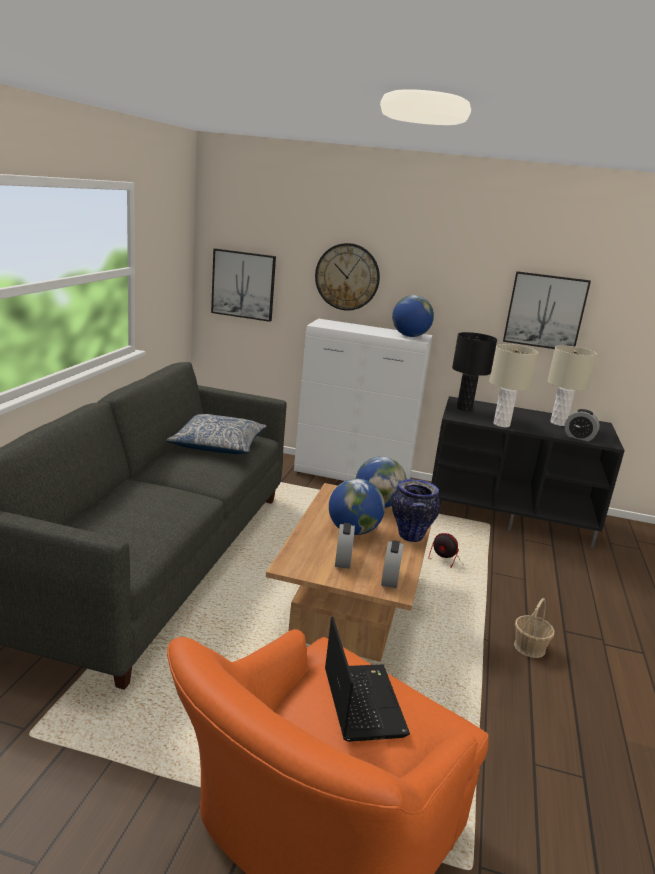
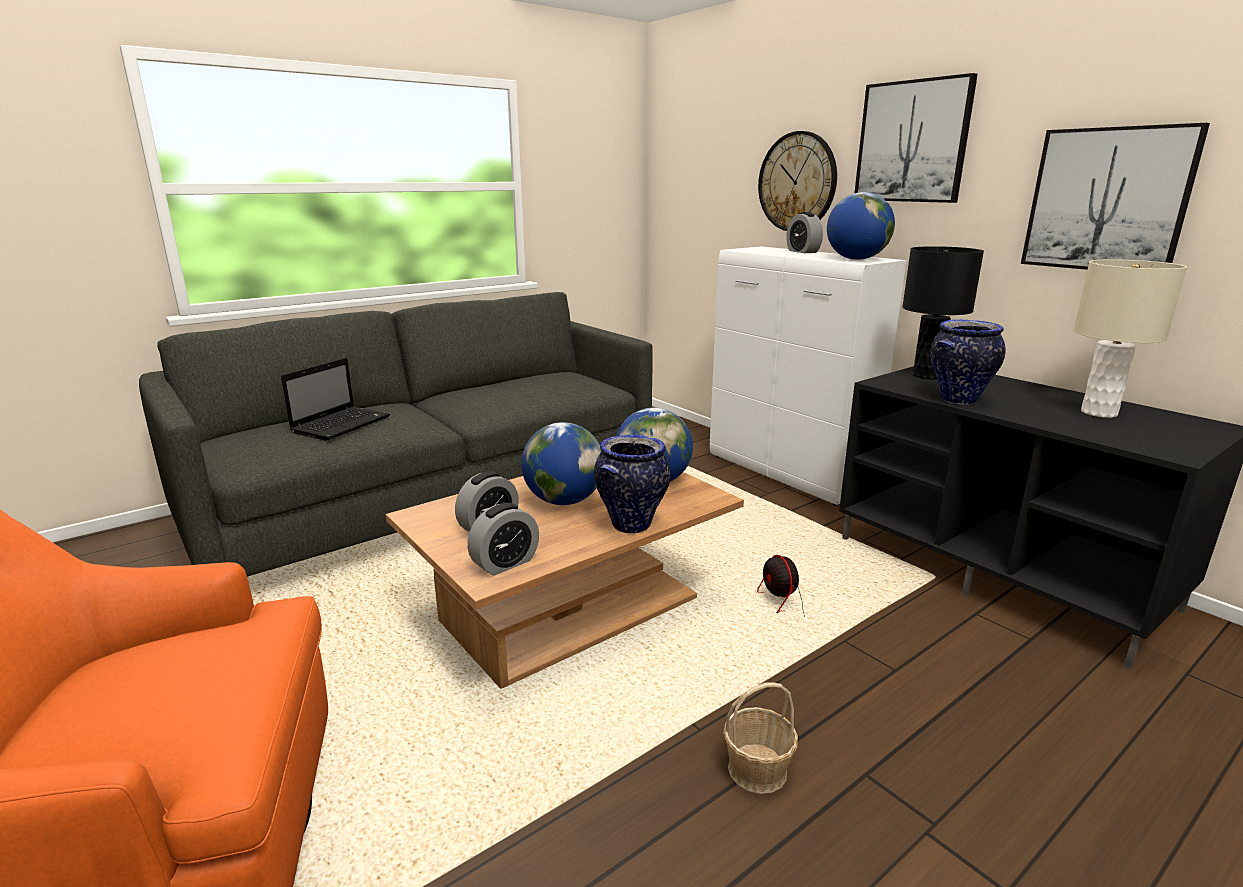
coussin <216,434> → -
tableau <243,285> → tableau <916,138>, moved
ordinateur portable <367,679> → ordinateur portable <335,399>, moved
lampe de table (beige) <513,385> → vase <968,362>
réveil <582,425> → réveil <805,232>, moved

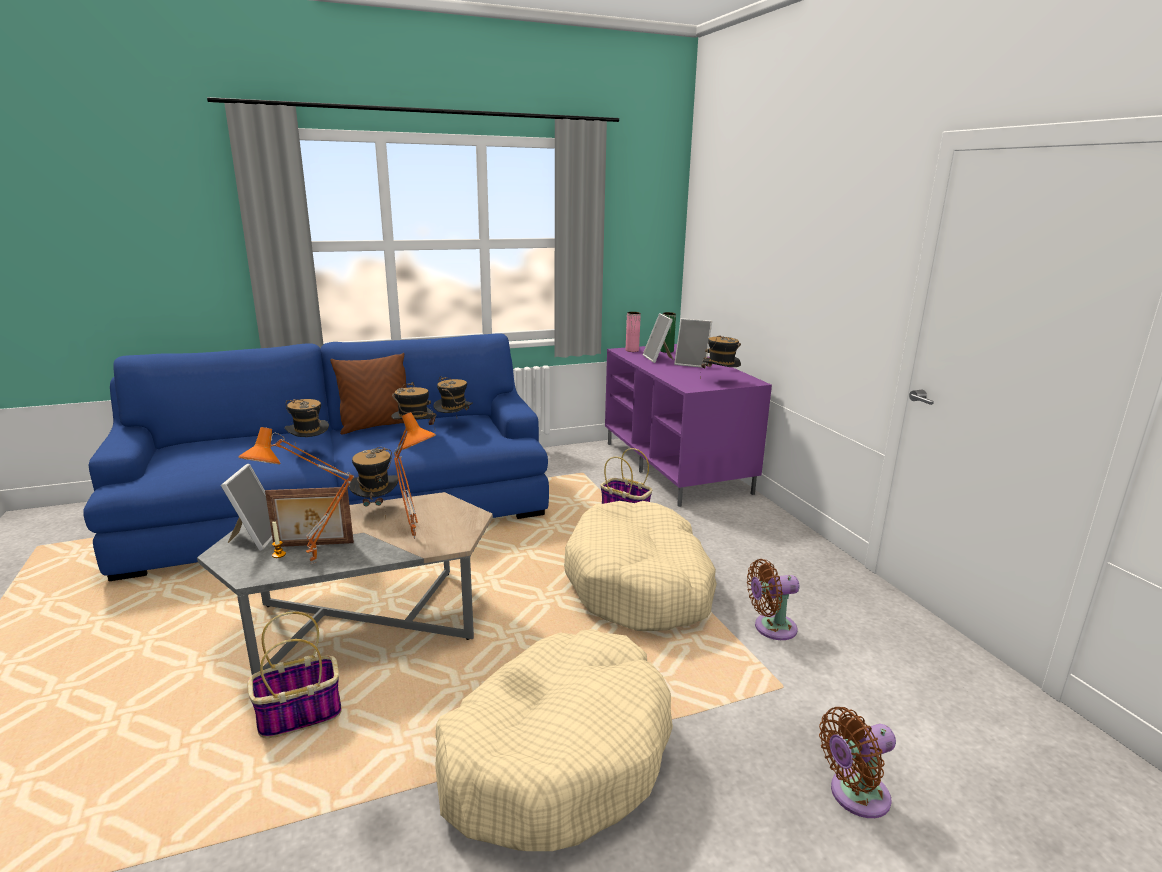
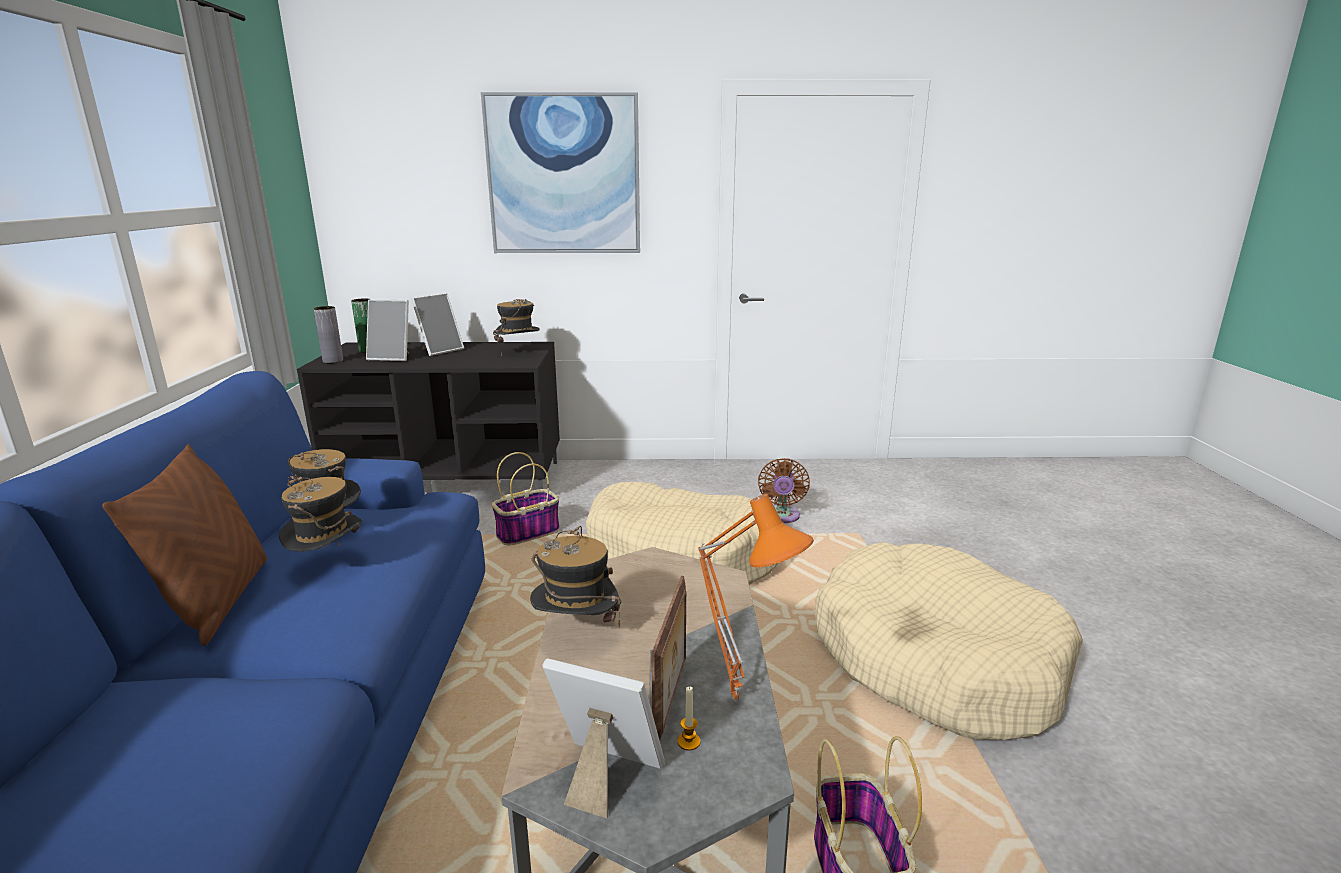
chapeau <306,422> → -
lampe de table (orange) <415,475> → -
meuble télé (violet) <688,425> → meuble télé (noir) <428,417>
vase (rose) <633,332> → vase (gris) <328,334>
ventilateur (marron) <857,762> → -
- → tableau <560,172>

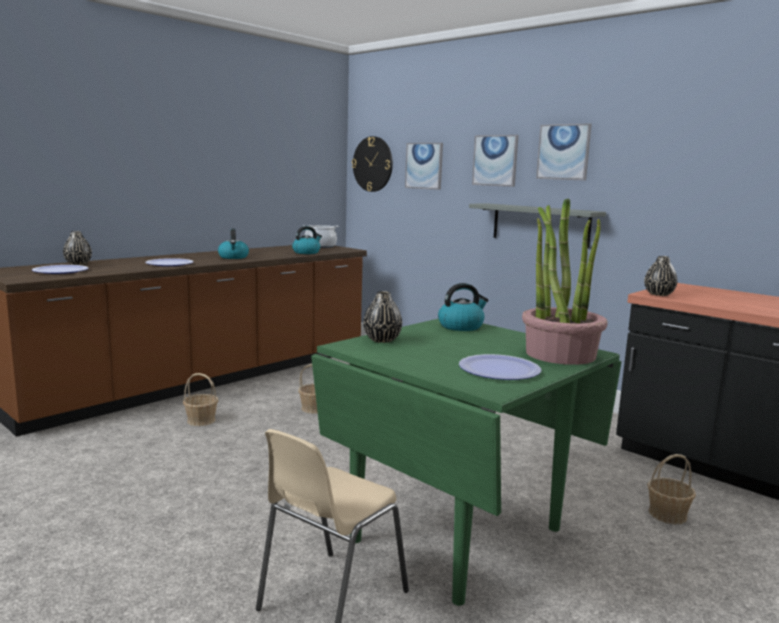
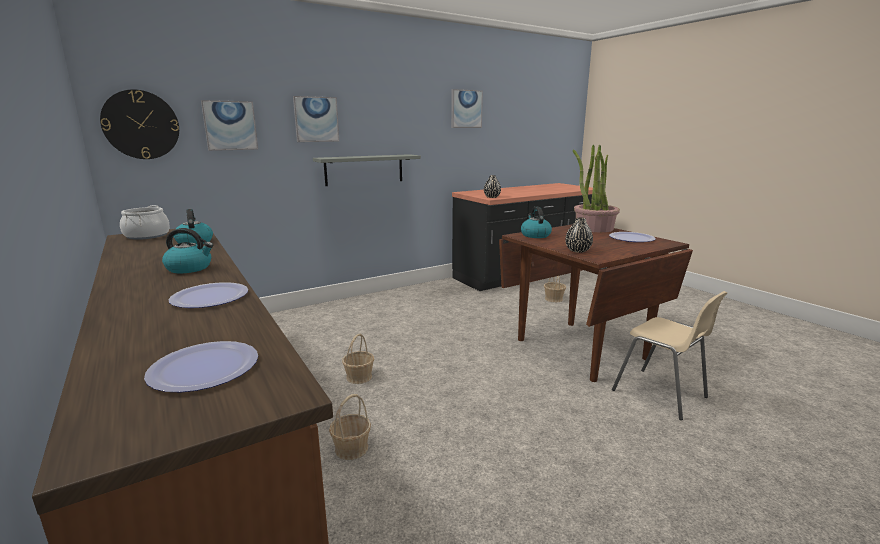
vase (noir) <77,248> → -
table à manger (vert) <466,462> → table à manger (marron) <596,303>
tableau <564,152> → tableau <467,108>, moved

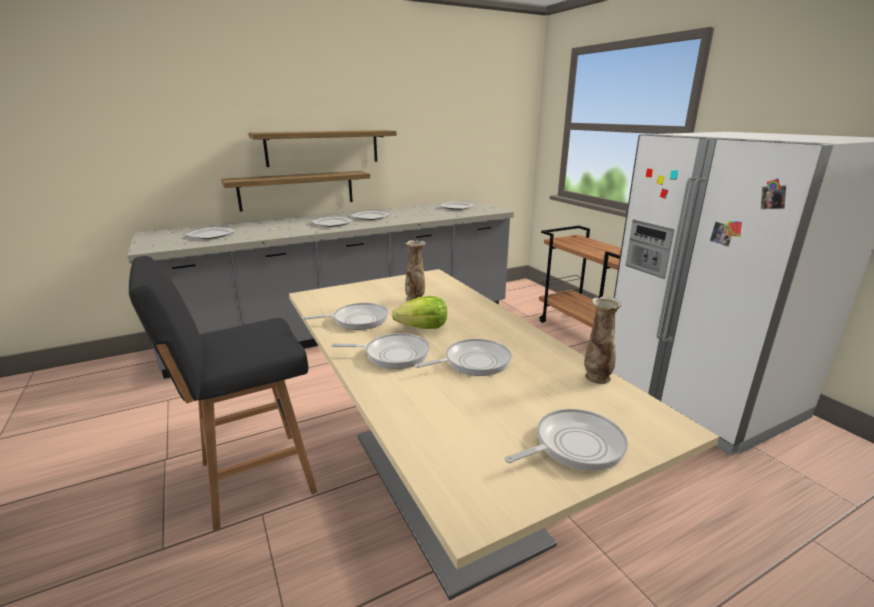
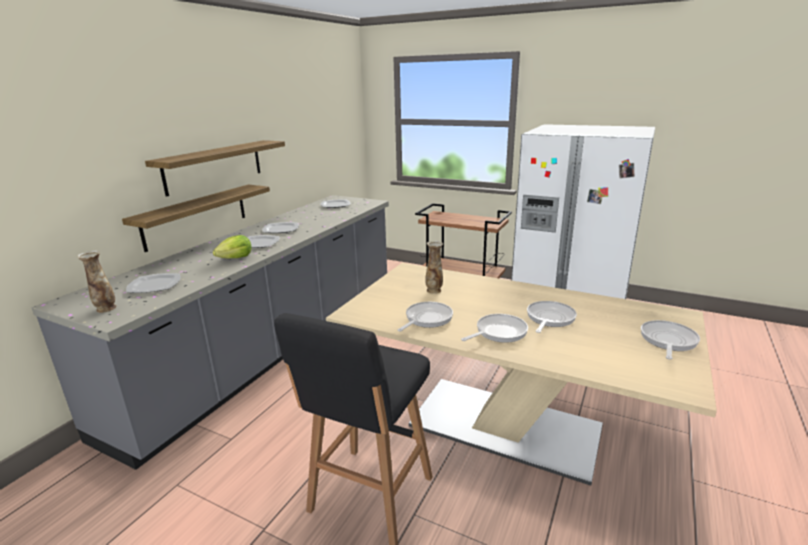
laitue <419,312> → laitue <232,246>, moved
vase <603,340> → vase <96,281>, moved

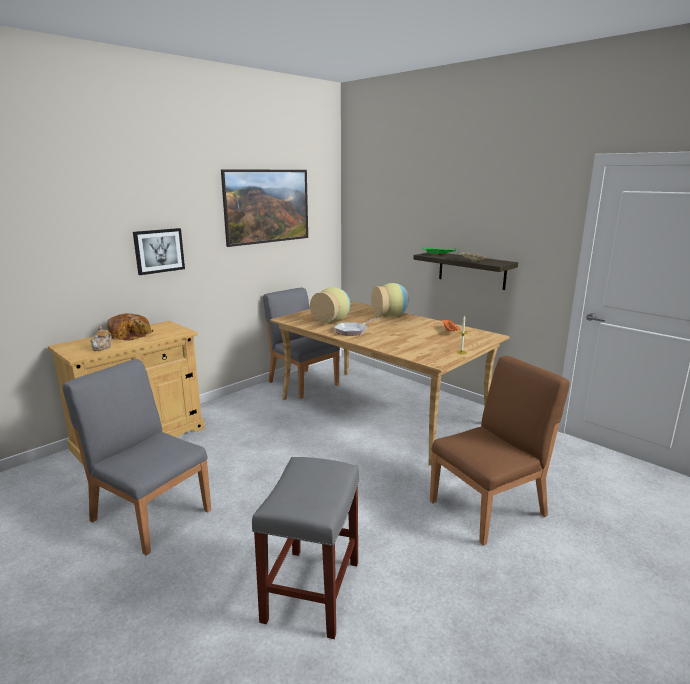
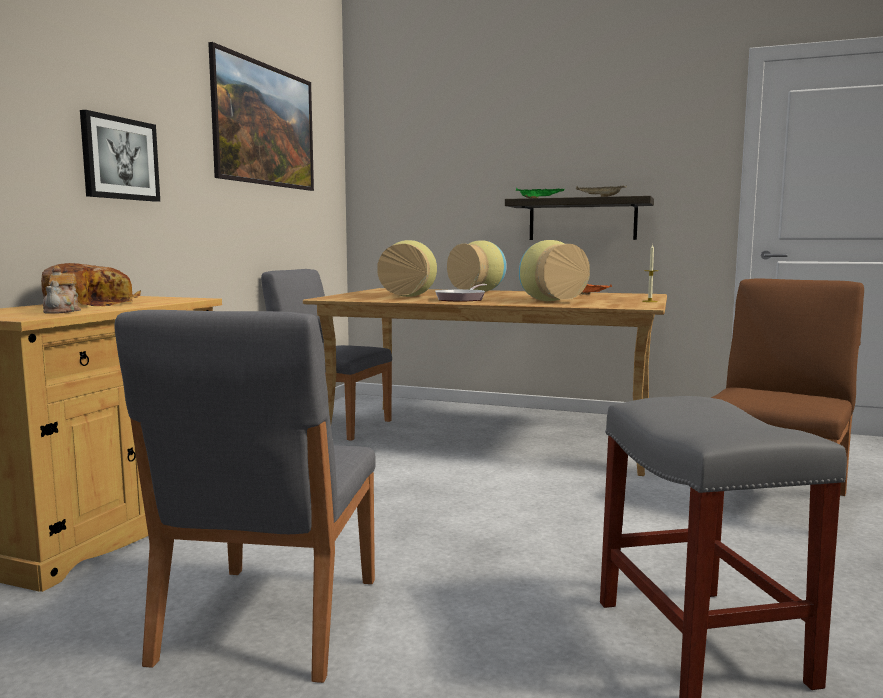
chaise (gris) <137,457> → chaise (gris) <245,496>, 90 degrees counterclockwise
- → vase <554,270>

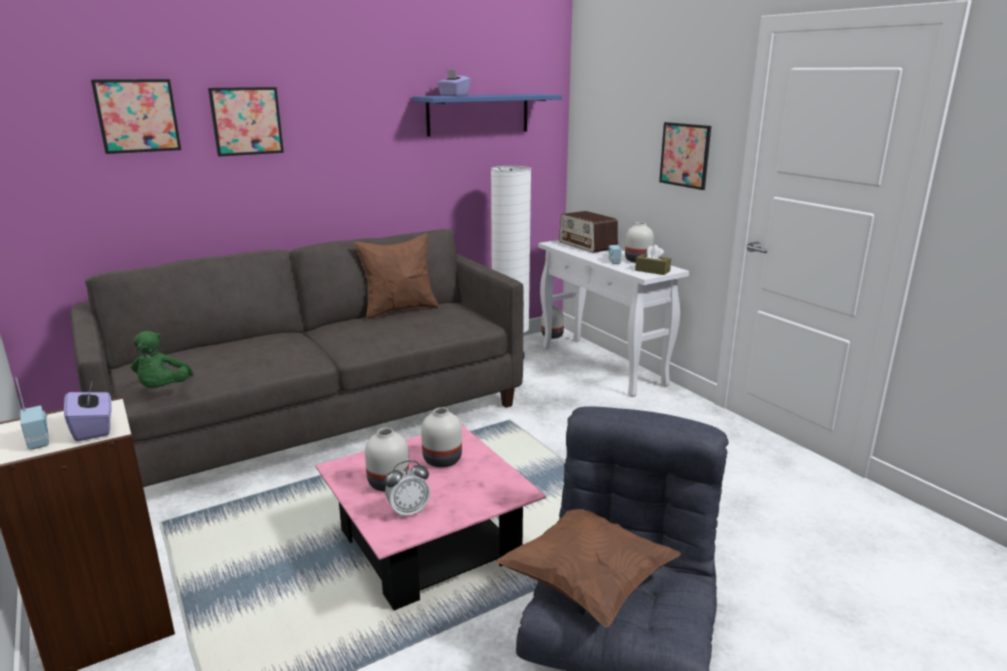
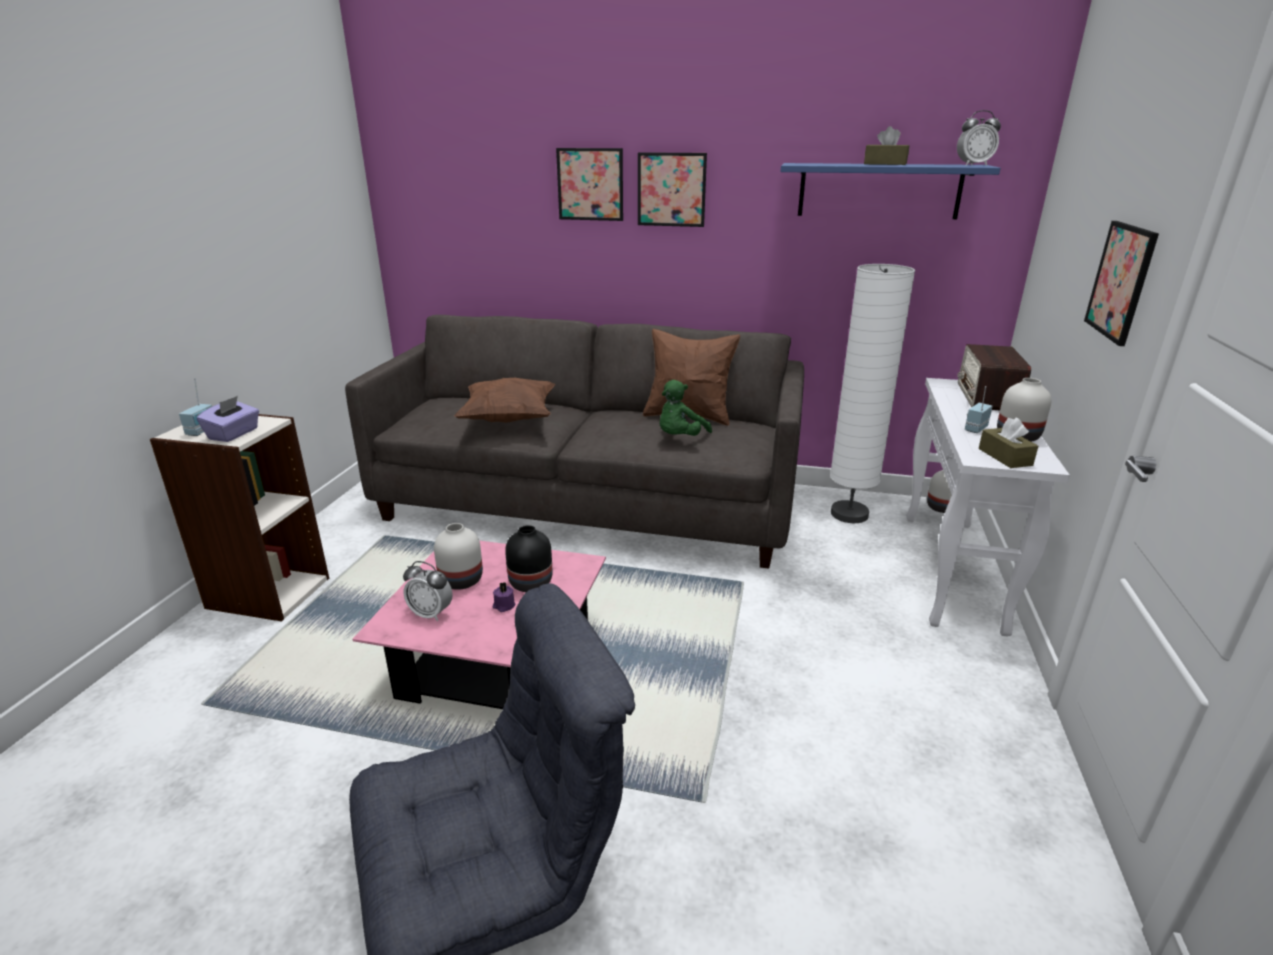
tableau <136,116> → tableau <672,189>, moved
peluche (vert) <162,359> → peluche (vert) <686,408>, moved
vase (blanc) <441,437> → vase (noir) <528,558>
boîte à mouchoirs (violet) <454,83> → -
coussin (marron) <588,568> → coussin (marron) <504,400>, moved
- → bougie (violet) <504,597>
- → boîte à mouchoirs (marron) <886,145>
- → réveil <979,138>

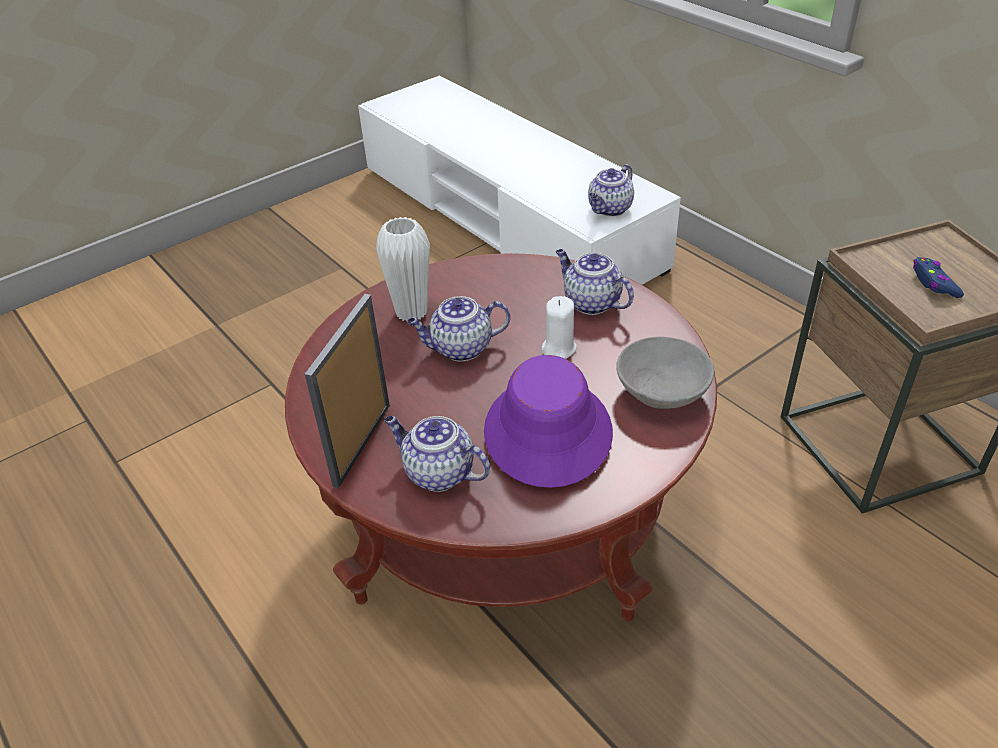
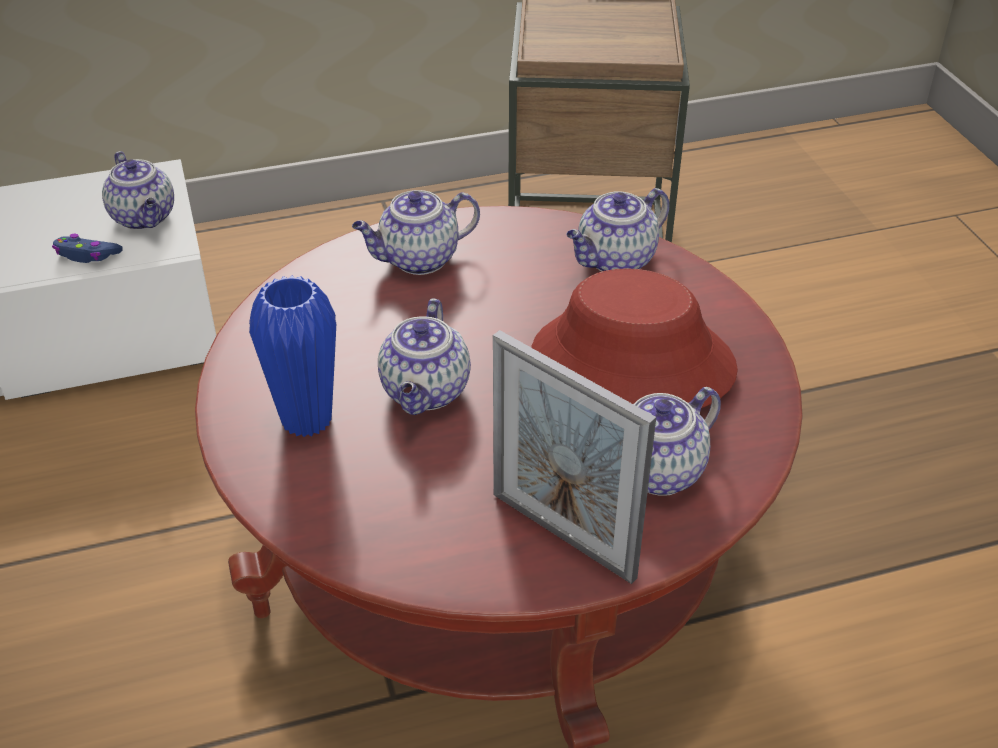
vase (blanc) <403,269> → vase (bleu) <292,356>
chapeau (violet) <548,421> → chapeau (rouge) <634,338>
bougie (blanc) <559,327> → -
bol (gris) <665,372> → théière <617,230>
manette (bleu) <938,277> → manette (bleu) <87,248>, moved

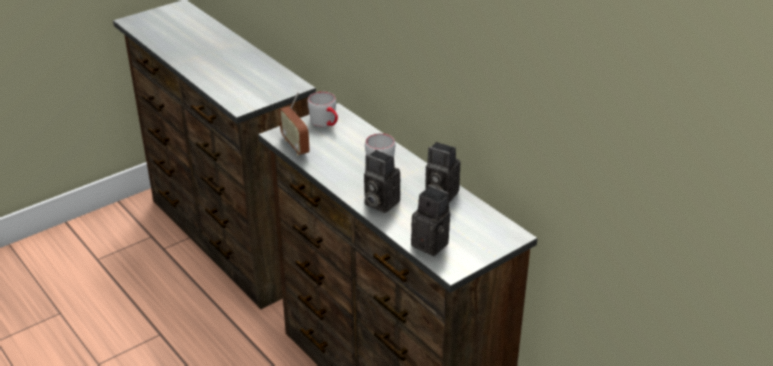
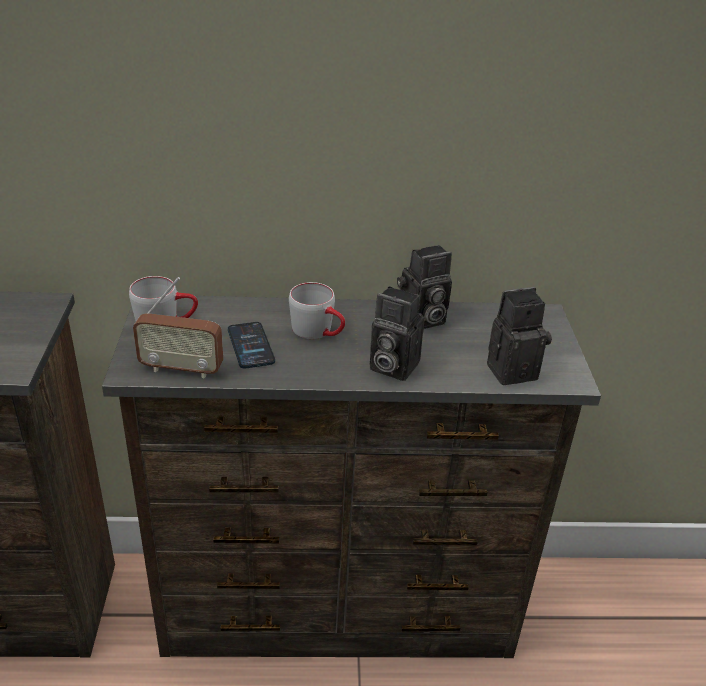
appareil photo <382,181> → appareil photo <397,333>, 45 degrees clockwise
- → téléphone <251,345>

